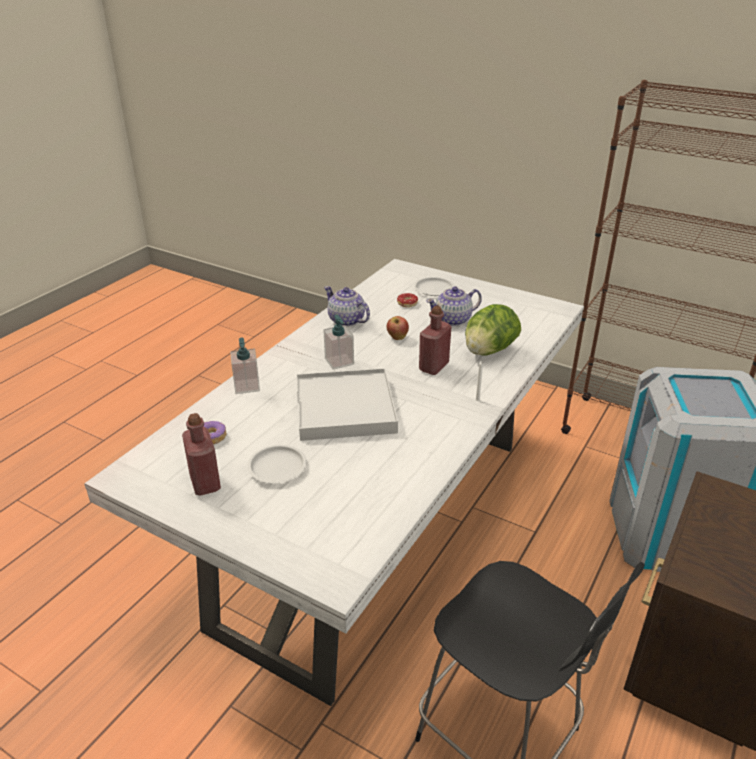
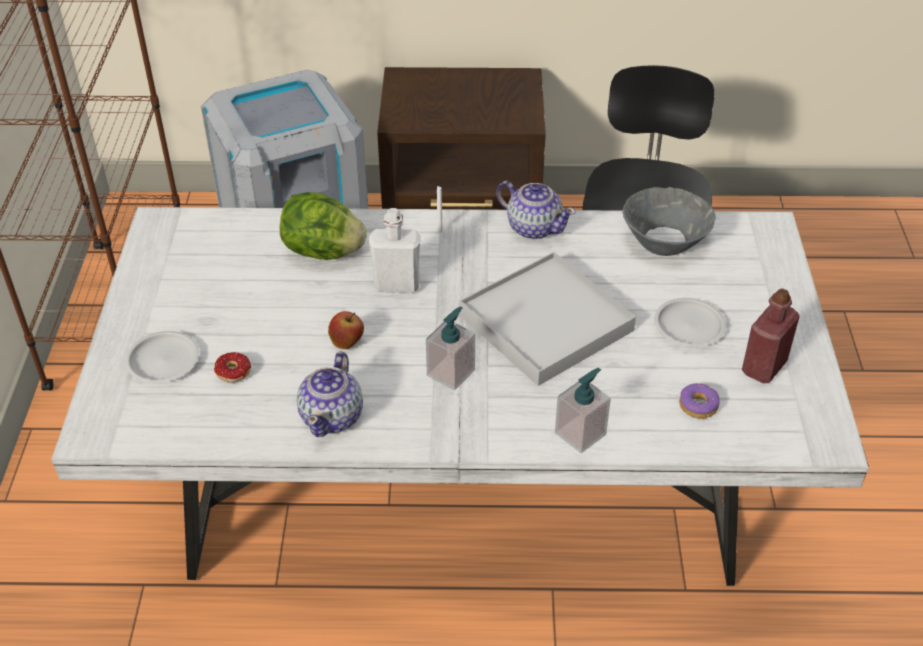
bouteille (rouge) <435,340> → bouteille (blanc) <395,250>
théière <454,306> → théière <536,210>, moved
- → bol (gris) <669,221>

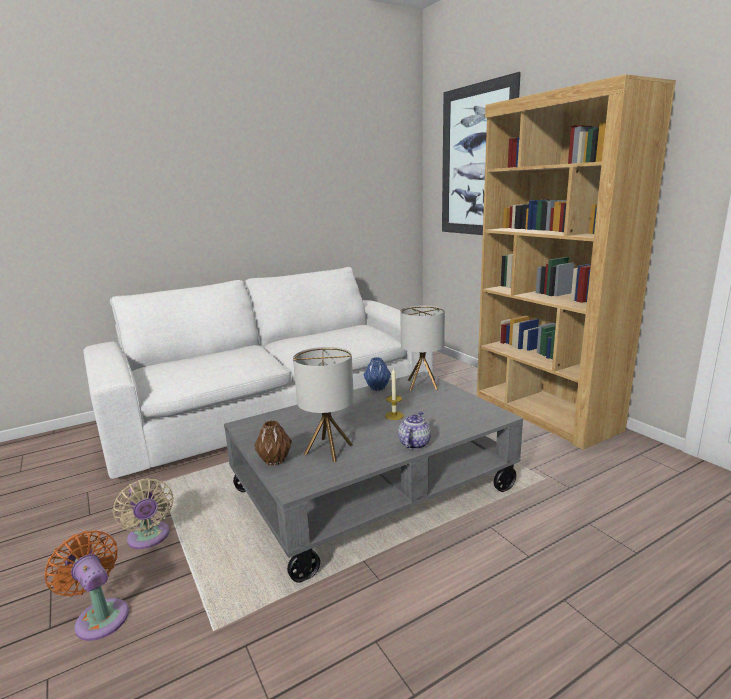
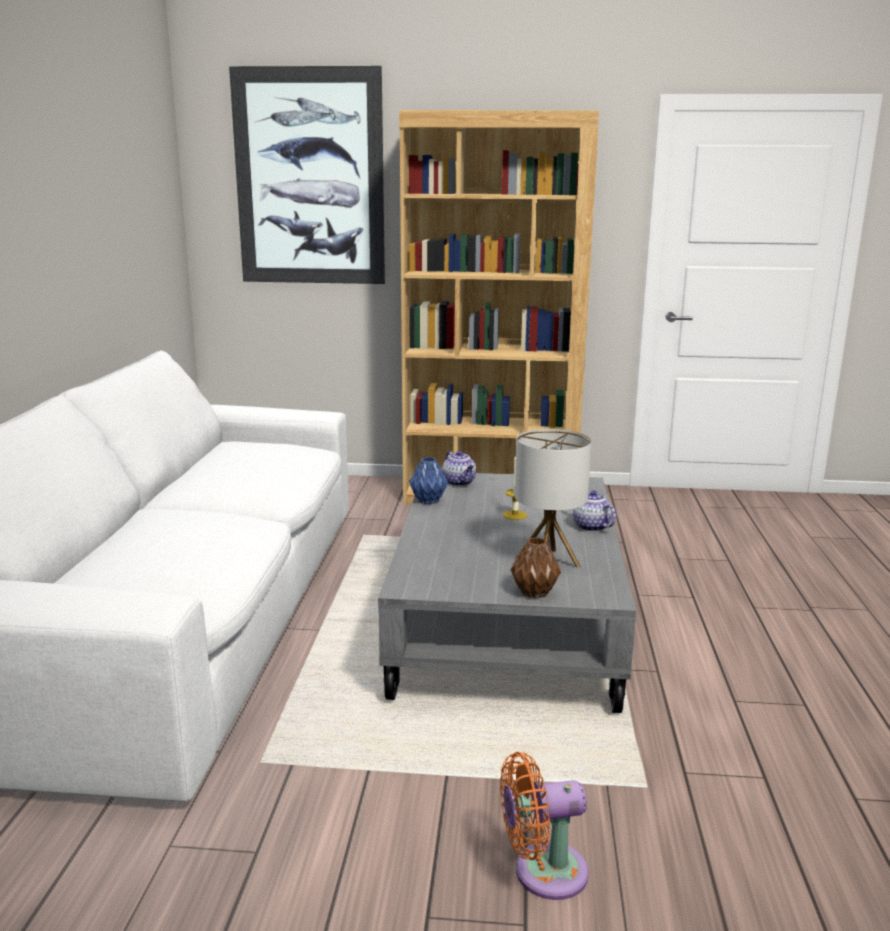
ventilateur (beige) <143,513> → -
lampe de table <422,348> → théière <459,468>

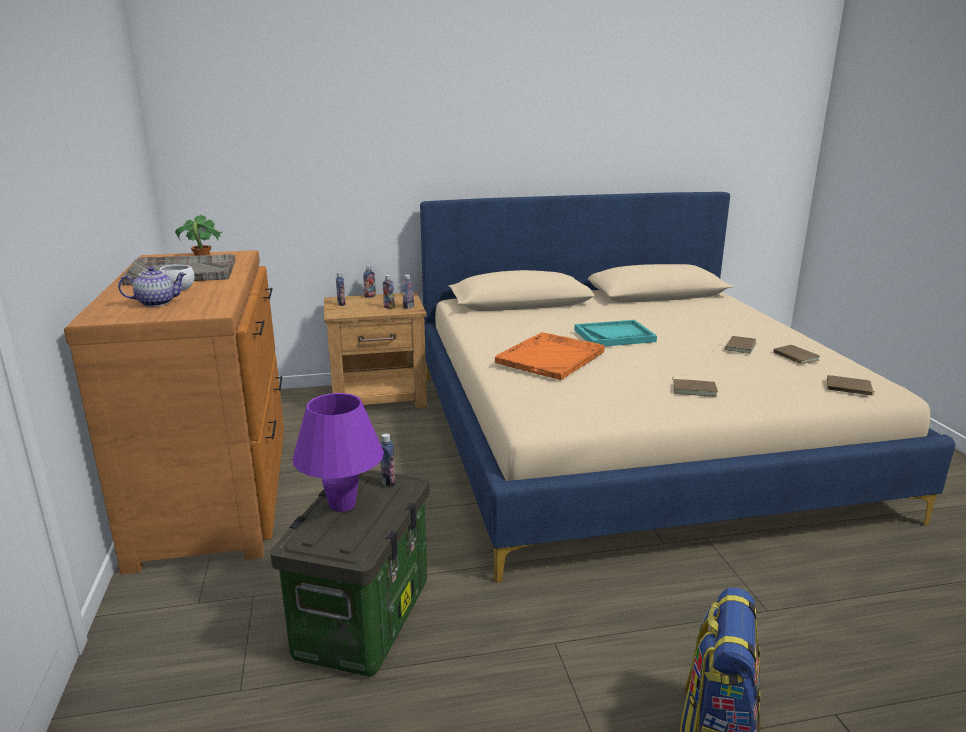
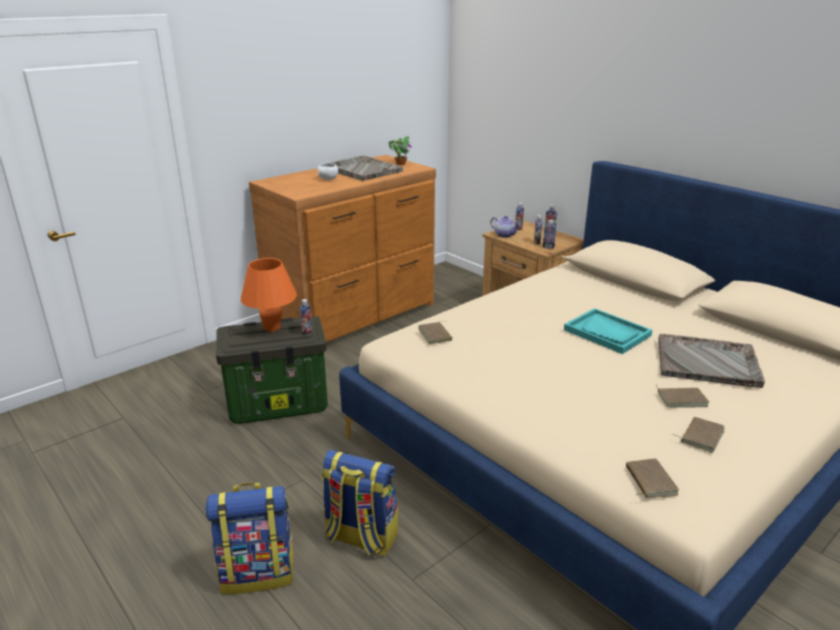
théière <152,286> → théière <505,227>, moved
lampe de table (violet) <338,452> → lampe de table (orange) <269,295>
plateau (orange) <550,356> → -
livre (marron) <695,386> → livre (marron) <435,332>, moved
- → sac à dos <359,503>
- → plateau (gris) <711,361>

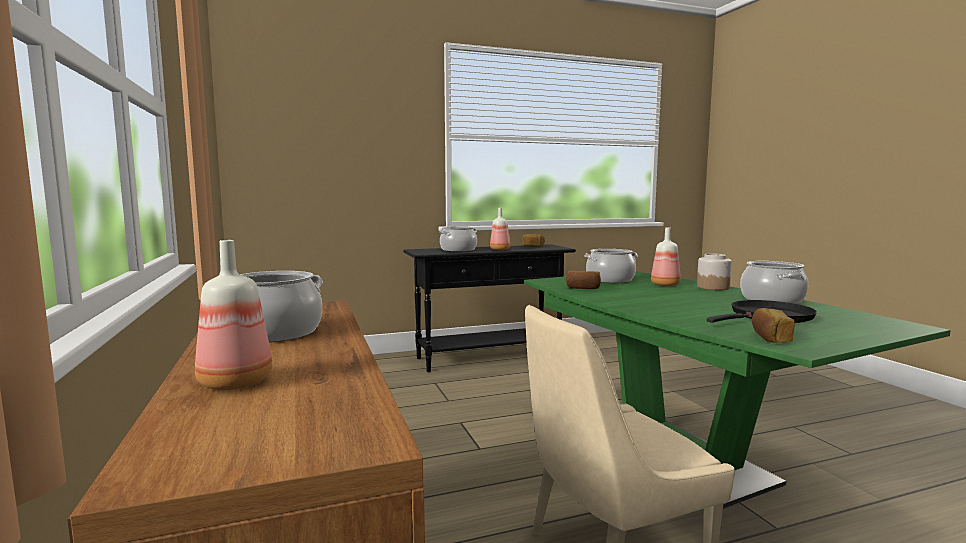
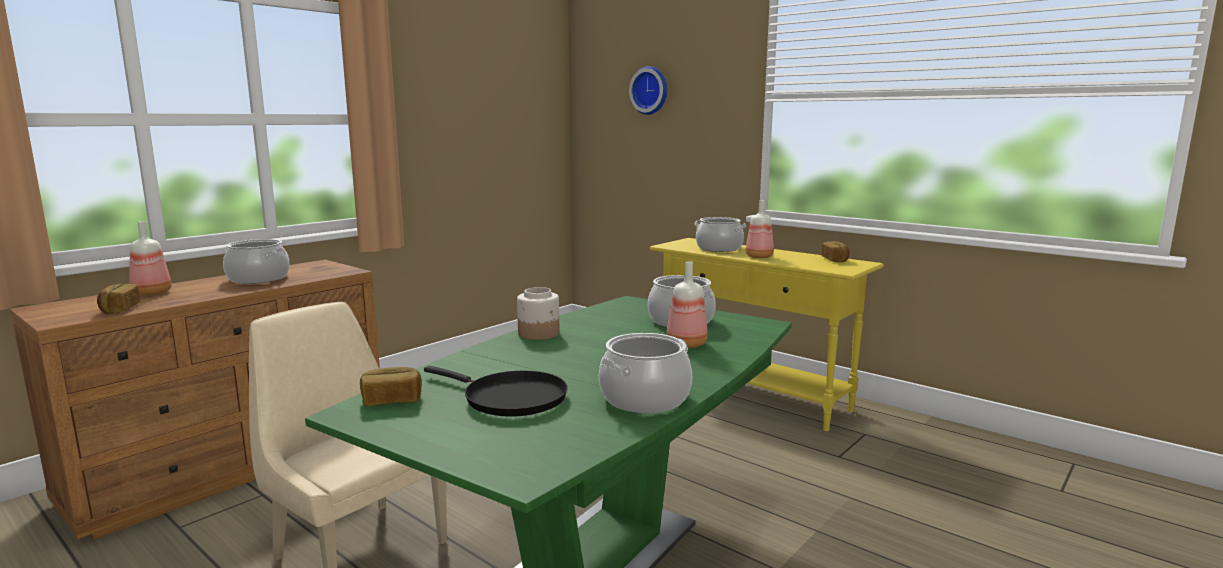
table console (noir) <489,308> → table console (jaune) <767,334>
pain <583,280> → pain <119,299>, moved
bocal <714,272> → bocal <538,313>, moved
- → horloge murale <648,90>

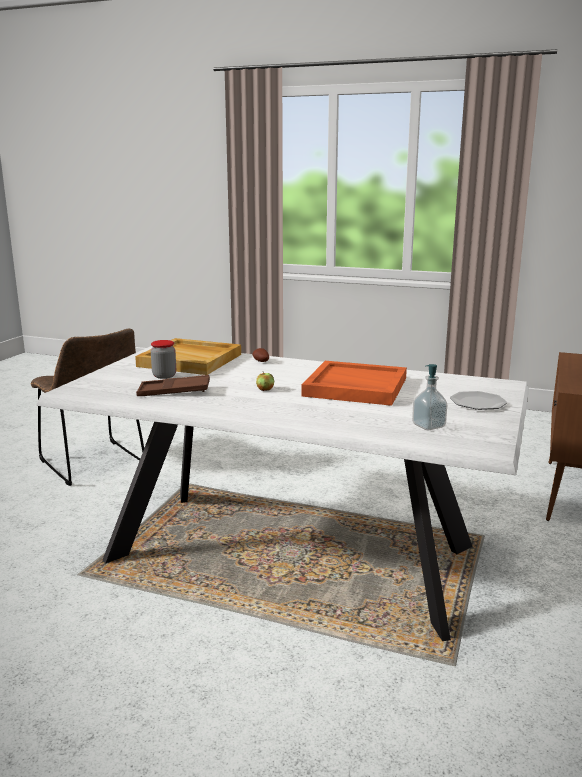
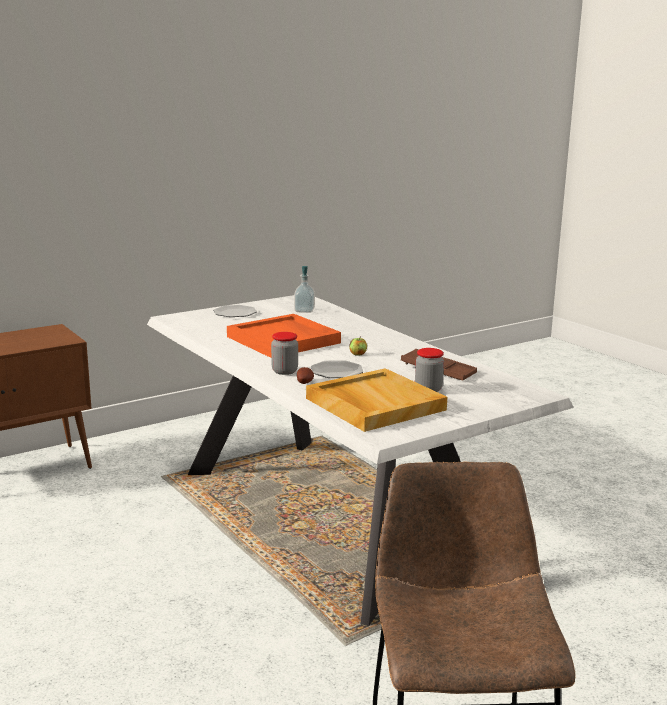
- → bocal <284,353>
- → assiette <337,369>

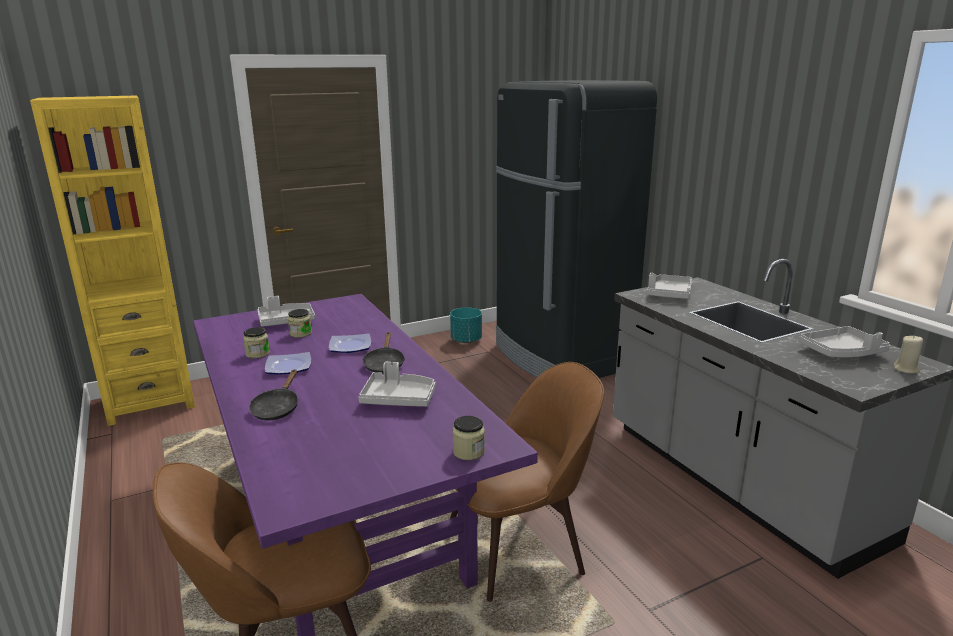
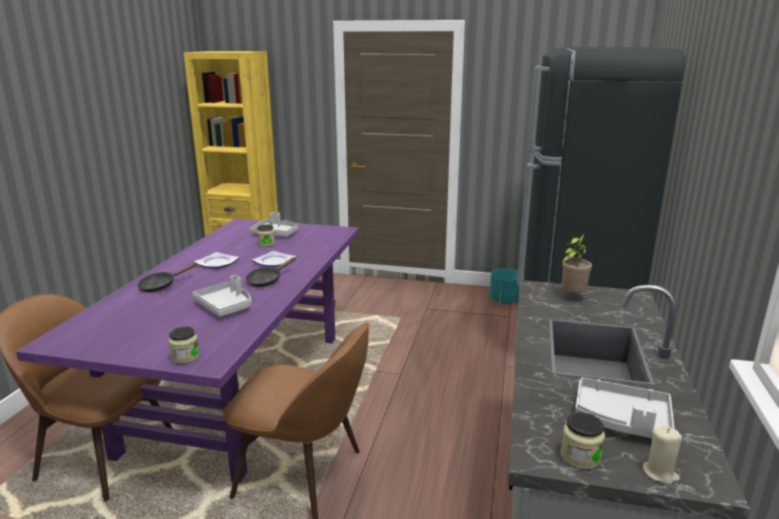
bocal <256,342> → bocal <583,441>, moved
plateau (gris) <669,286> → plante en pot <577,263>

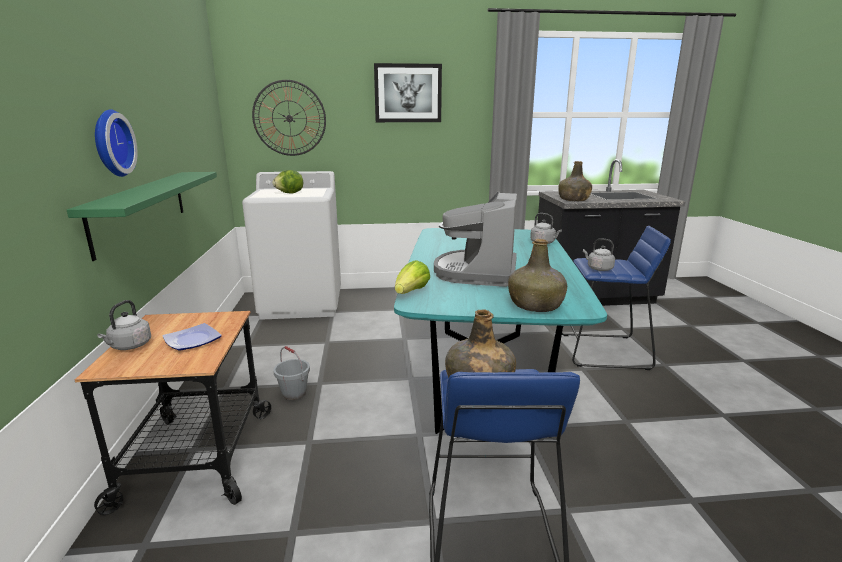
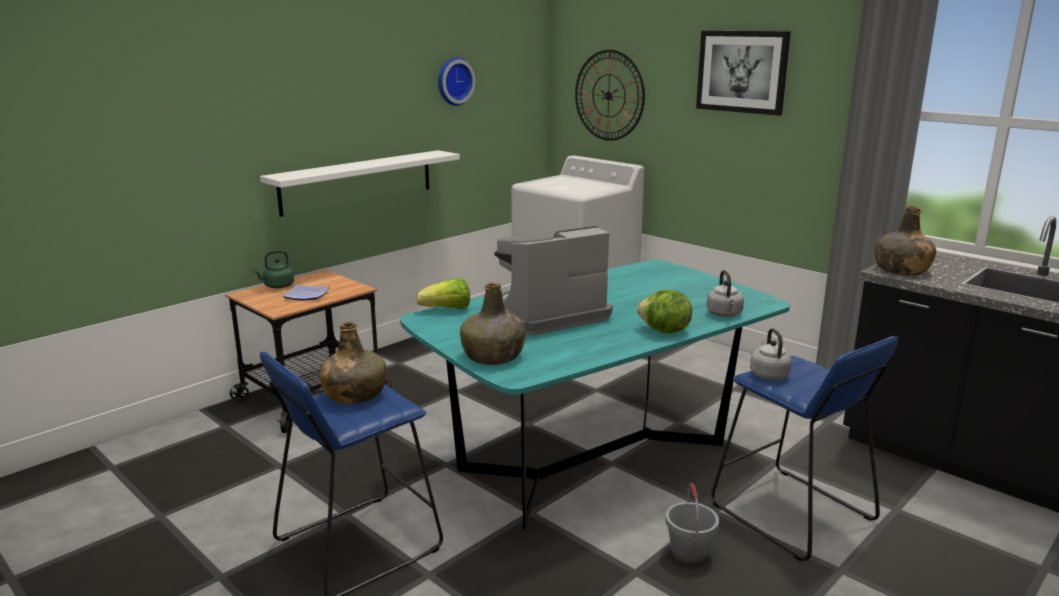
étagère (vert) <142,216> → étagère (blanc) <360,183>
horloge murale <116,143> → horloge murale <456,81>, moved
bouilloire (gris) <124,325> → bouilloire (vert) <273,269>
laitue <288,181> → laitue <664,312>, moved
seau (gris) <291,373> → seau (gris) <692,524>, moved

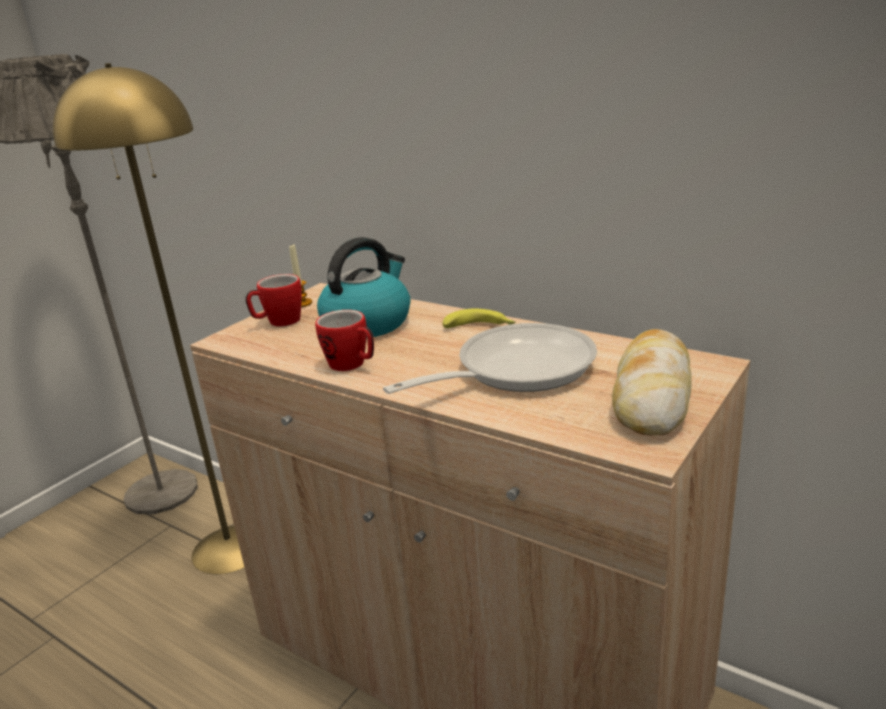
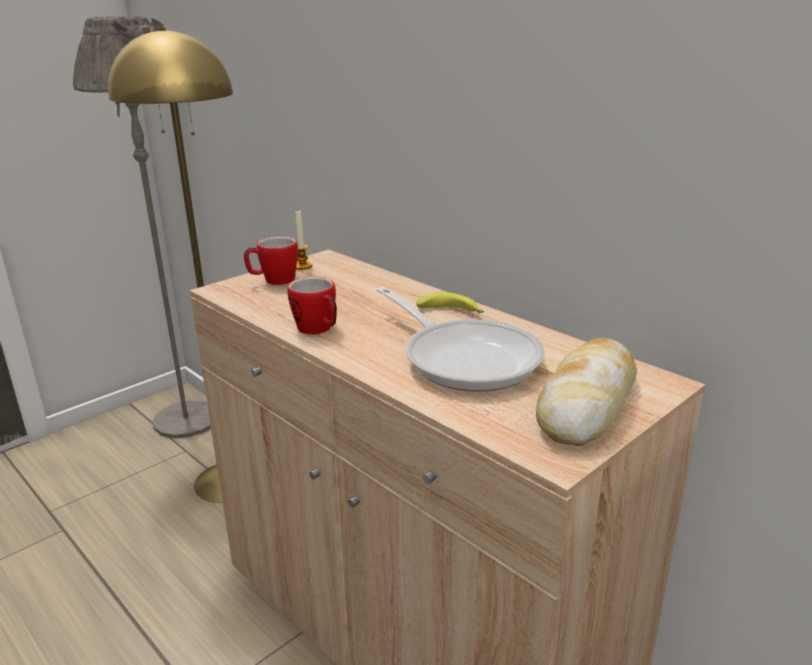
bouilloire <363,287> → -
poêle <490,358> → poêle <461,339>, 75 degrees clockwise

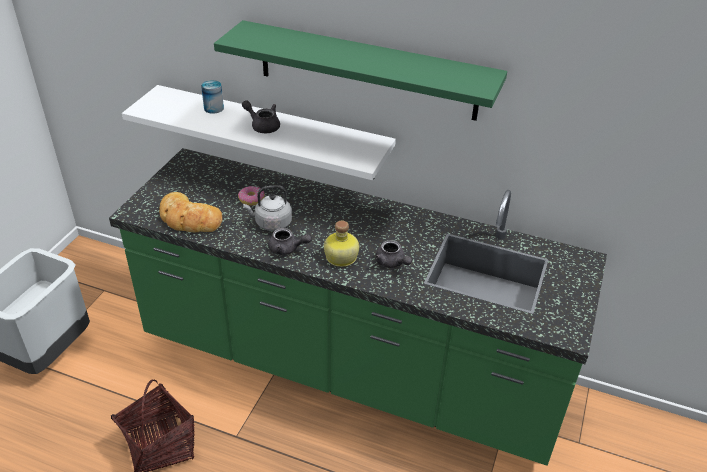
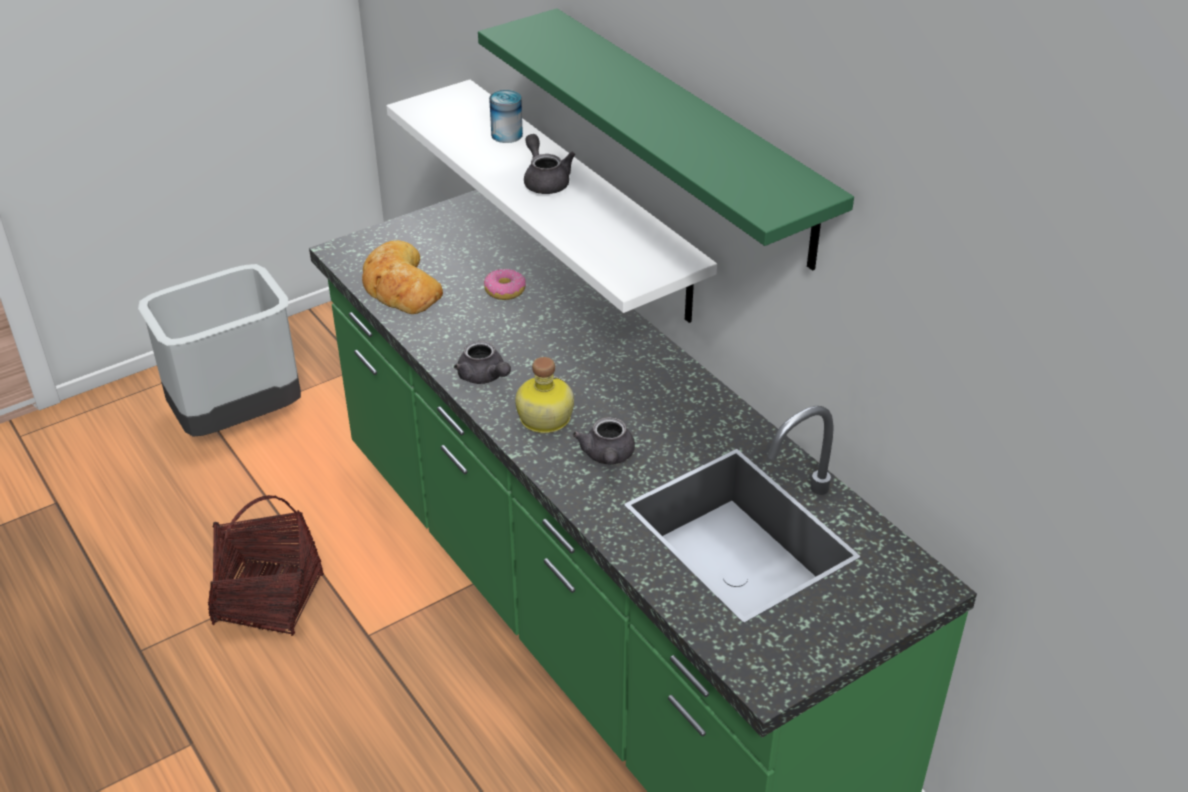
bouilloire (gris) <267,208> → -

